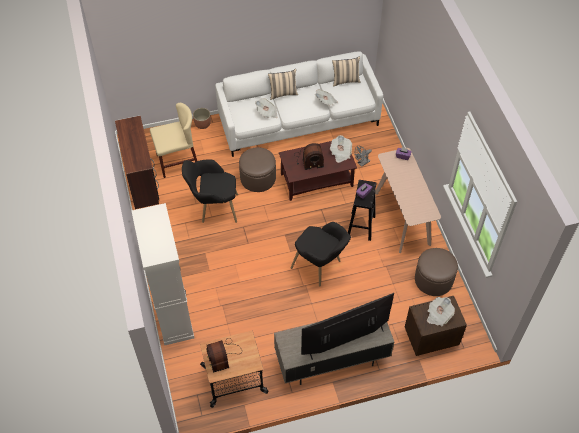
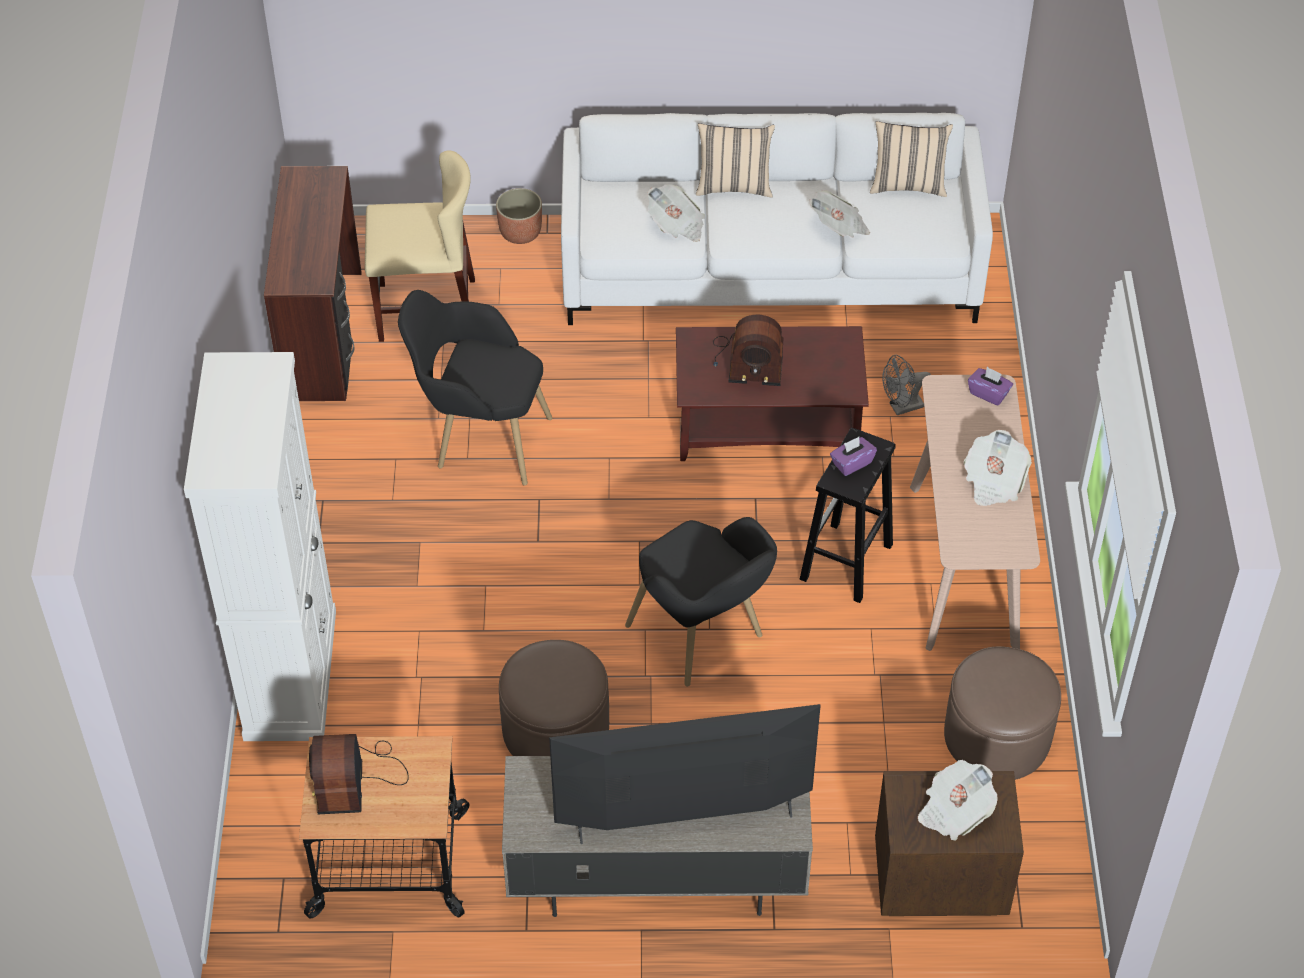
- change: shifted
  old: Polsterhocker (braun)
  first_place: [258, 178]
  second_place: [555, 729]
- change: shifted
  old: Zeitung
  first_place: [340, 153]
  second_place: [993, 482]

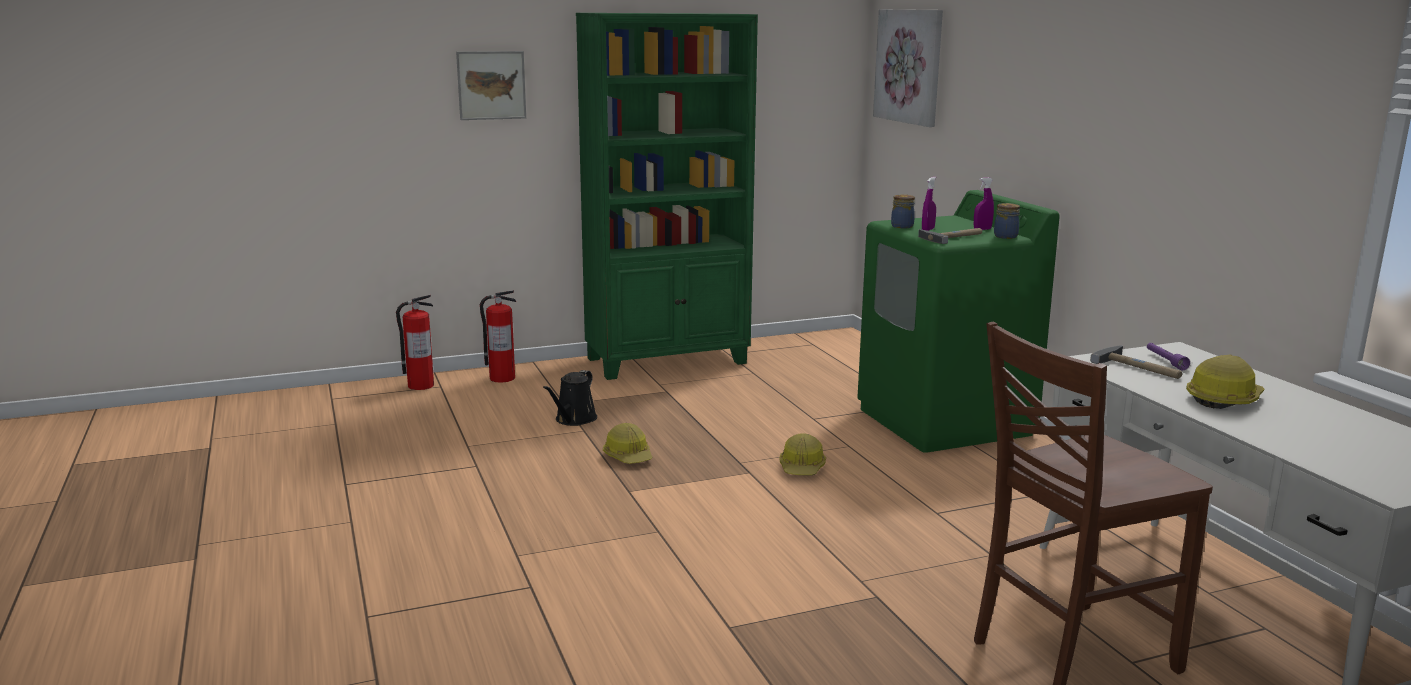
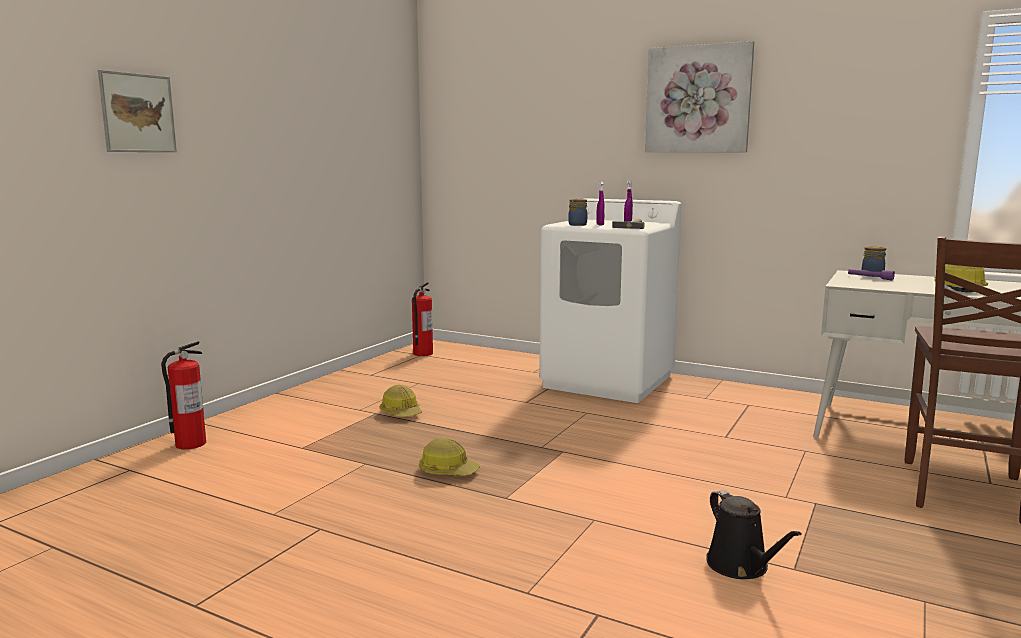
- change: shifted
  old: Schutzhelm
  first_place: [802, 468]
  second_place: [401, 412]
- change: shifted
  old: Feuerlöscher
  first_place: [420, 385]
  second_place: [422, 353]
- change: repainted
  old: Waschmaschine (grün)
  new: Waschmaschine (weiß)
  first_place: [944, 422]
  second_place: [608, 381]
- change: shifted
  old: Bild
  first_place: [909, 66]
  second_place: [698, 99]
- change: shifted
  old: Gießkanne (schwarz)
  first_place: [574, 420]
  second_place: [741, 566]
- change: shifted
  old: Vorratsglas
  first_place: [1006, 236]
  second_place: [872, 275]
- change: gone
  old: Bücherregal (grün)
  first_place: [668, 361]
- change: gone
  old: Hammer
  first_place: [1140, 368]

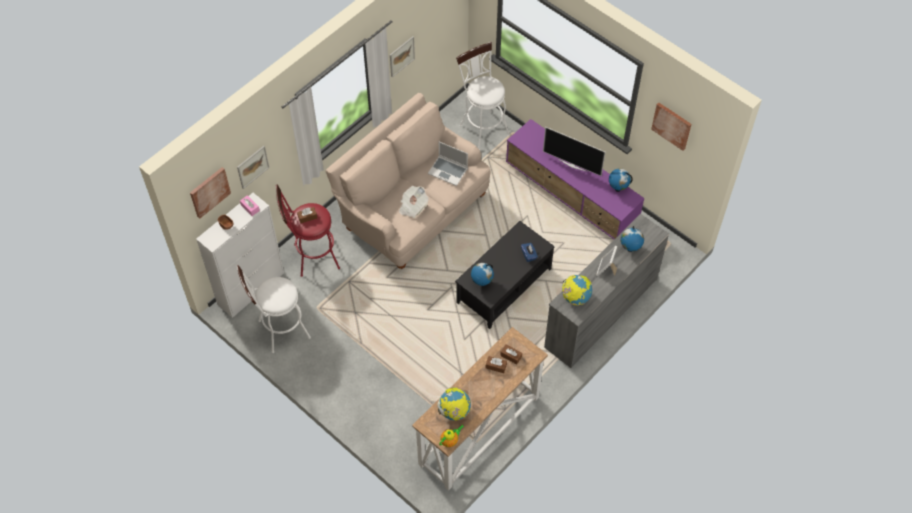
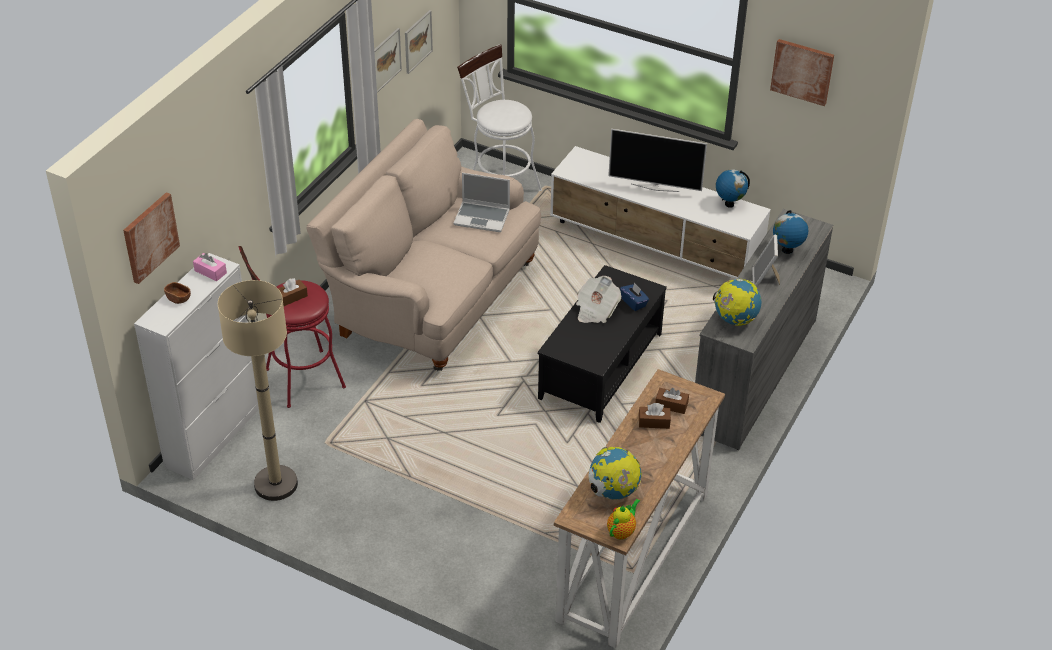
- change: swapped
  old: Hocker (weiß)
  new: Stehlampe (beige)
  first_place: [280, 331]
  second_place: [276, 484]
- change: shifted
  old: Bild
  first_place: [252, 166]
  second_place: [418, 41]
- change: repainted
  old: Fernsehschrank (lila)
  new: Fernsehschrank (weiß)
  first_place: [571, 197]
  second_place: [655, 246]
- change: shifted
  old: Zeitung
  first_place: [412, 206]
  second_place: [596, 310]
- change: gone
  old: Globus
  first_place: [481, 282]

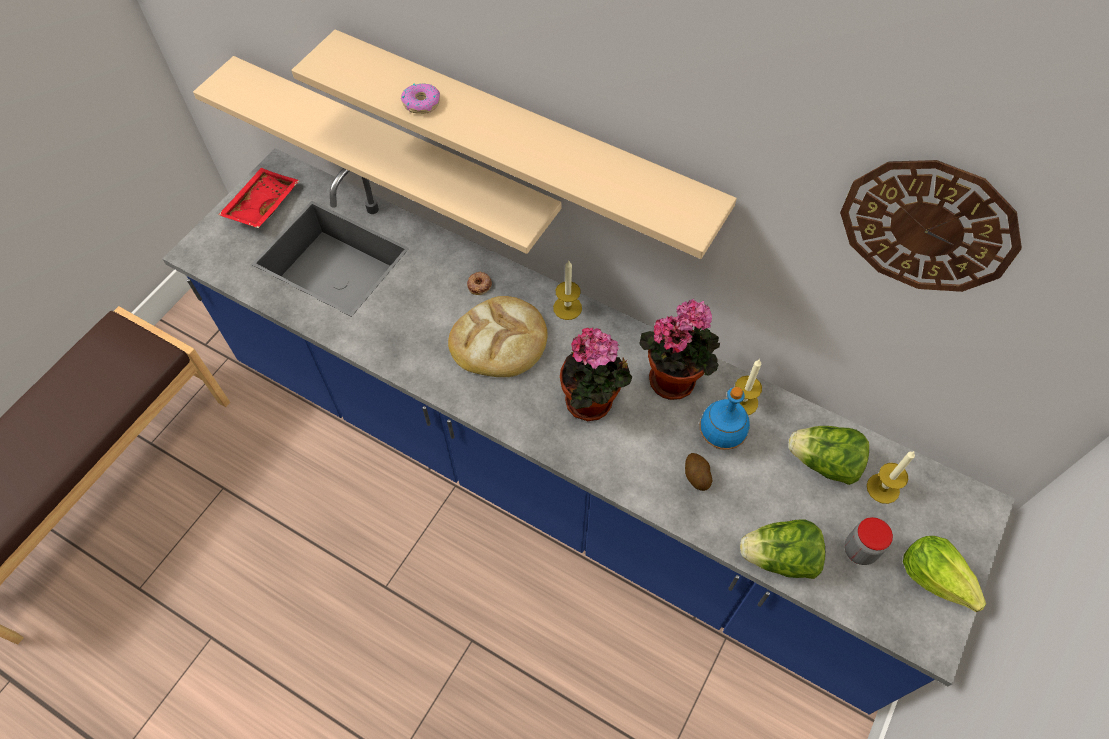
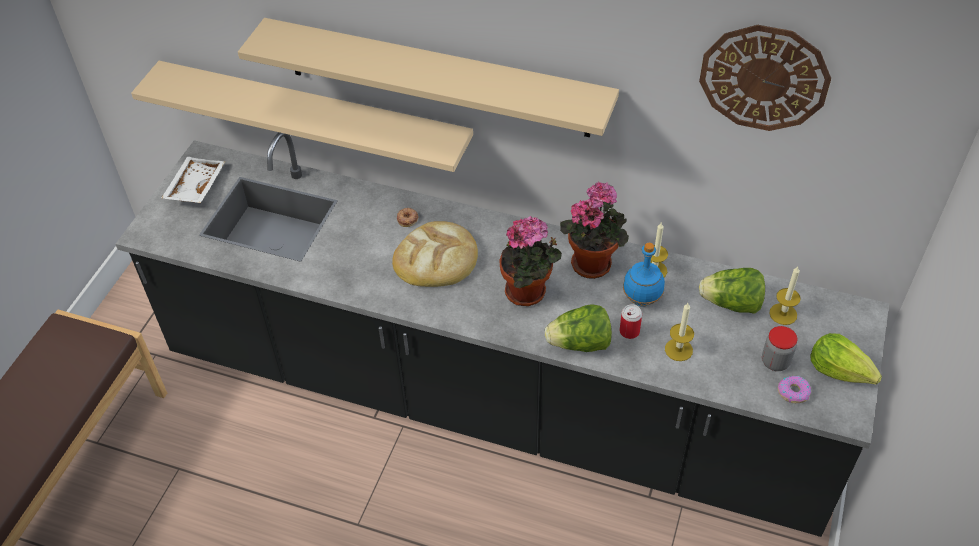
- change: repainted
  old: Küchenzeile (blau)
  new: Küchenzeile (schwarz)
  first_place: [554, 474]
  second_place: [493, 400]
- change: repainted
  old: Tablett (rot)
  new: Tablett (weiß)
  first_place: [261, 204]
  second_place: [194, 186]
- change: shifted
  old: Salatkopf
  first_place: [779, 558]
  second_place: [579, 344]
- change: swapped
  old: Kartoffel
  new: Dose
  first_place: [696, 476]
  second_place: [629, 331]
- change: shifted
  old: Kerze
  first_place: [567, 308]
  second_place: [678, 349]
- change: shifted
  old: Donut
  first_place: [421, 103]
  second_place: [793, 392]

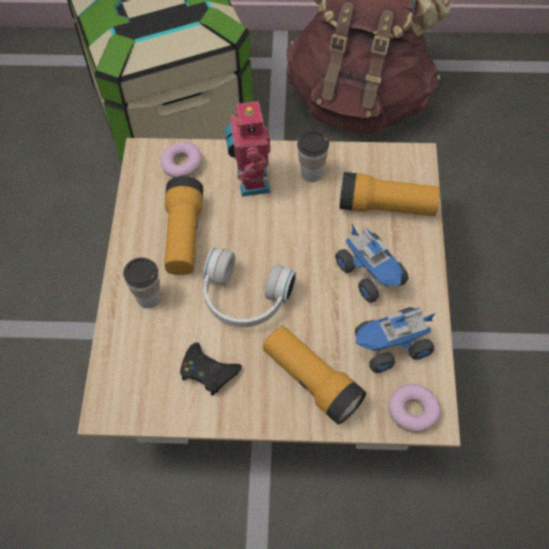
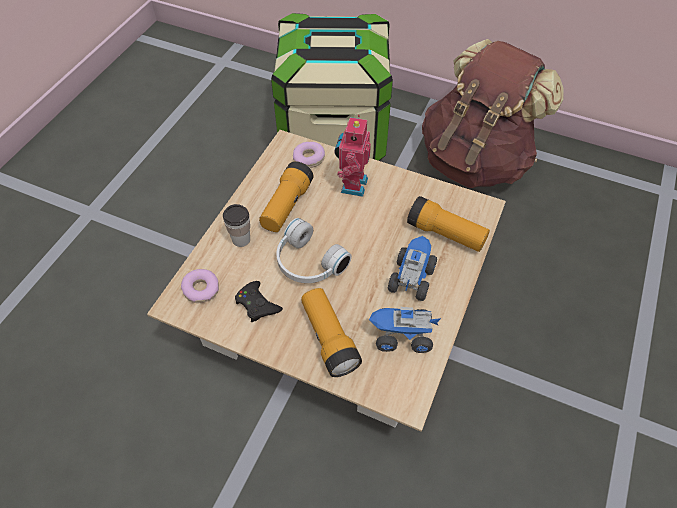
- change: shifted
  old: Donut
  first_place: [412, 411]
  second_place: [201, 289]
- change: rotated
  old: Spielzeuglaster
  first_place: [371, 274]
  second_place: [411, 278]
  degrees: -150
- change: gone
  old: Tasse
  first_place: [312, 173]

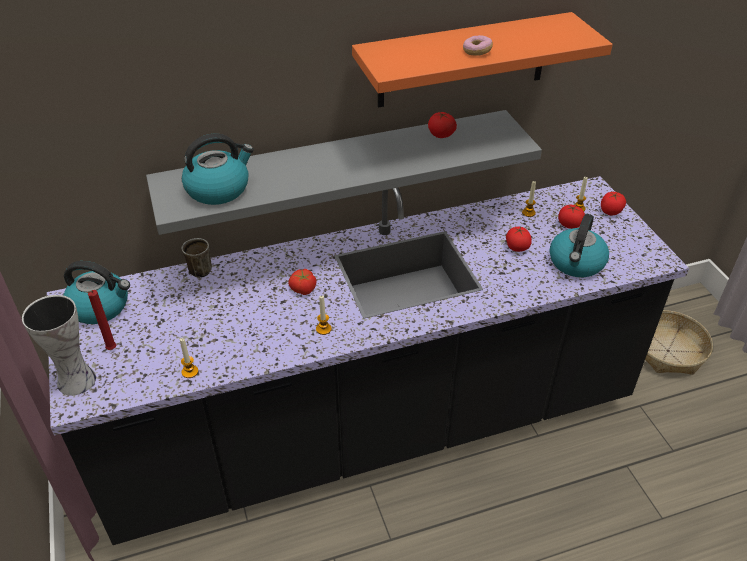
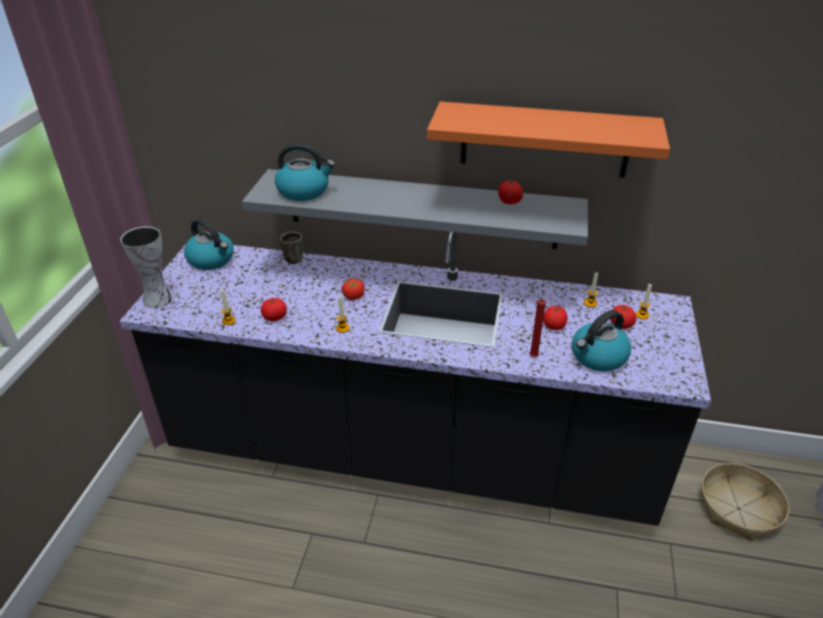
- change: shifted
  old: Tomate
  first_place: [610, 211]
  second_place: [275, 317]
- change: shifted
  old: Kerze (rot)
  first_place: [111, 350]
  second_place: [532, 357]
- change: gone
  old: Donut
  first_place: [477, 51]

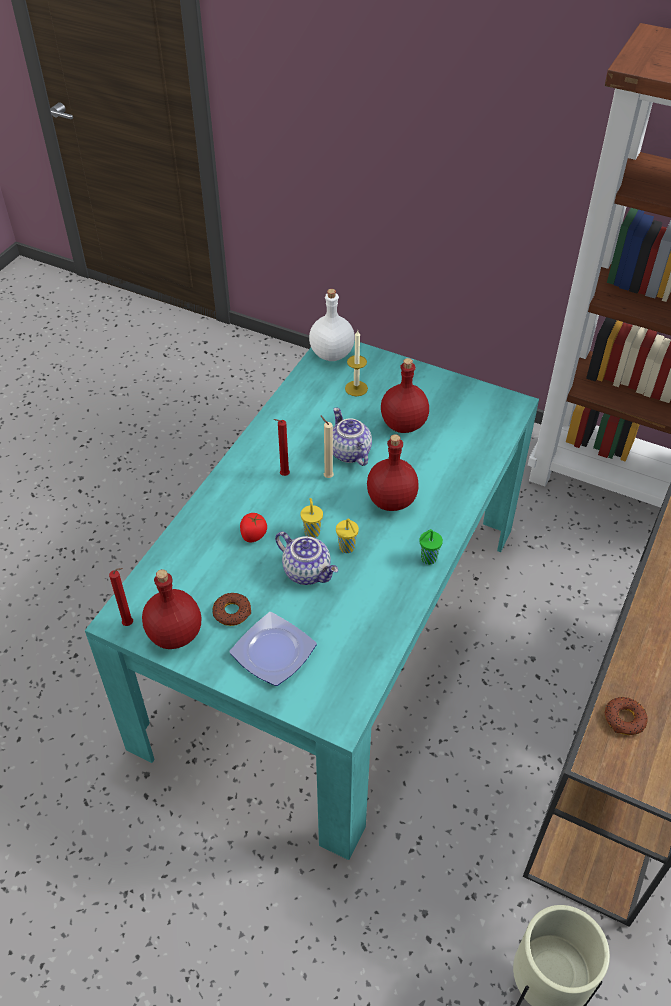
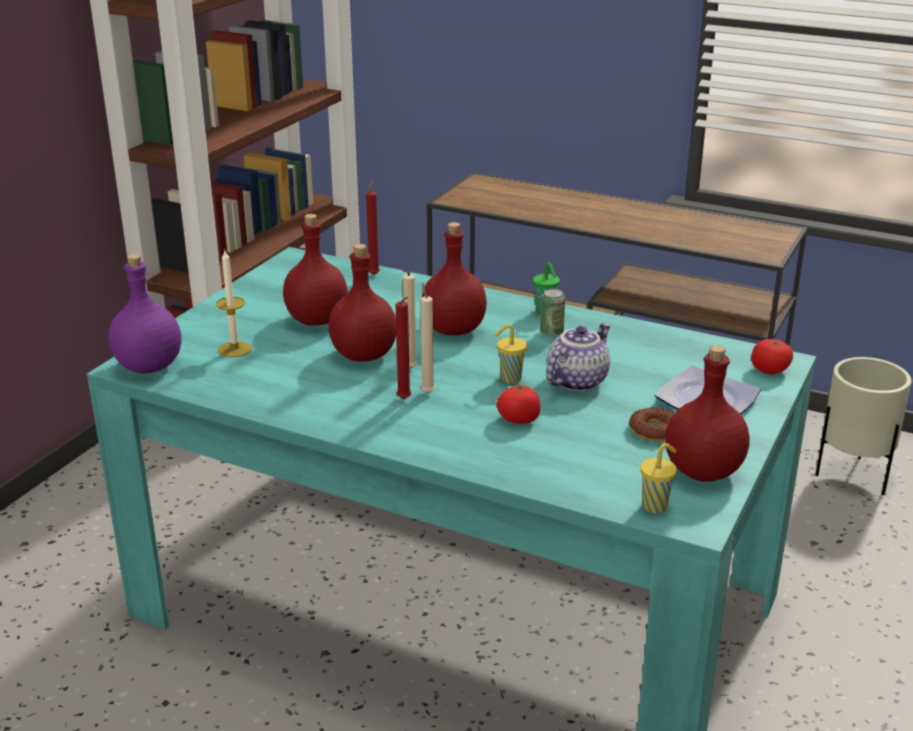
- change: repainted
  old: Flasche (weiß)
  new: Flasche (lila)
  first_place: [331, 354]
  second_place: [149, 367]
- change: swapped
  old: Teekanne
  new: Flasche (rot)
  first_place: [348, 452]
  second_place: [365, 355]
- change: shifted
  old: Kerze (rot)
  first_place: [130, 624]
  second_place: [374, 274]
- change: new
  new: Kerze (beige)
  second_place: [427, 392]
- change: new
  new: Dose
  second_place: [551, 333]
- change: shifted
  old: Tasse (gelb)
  first_place: [347, 548]
  second_place: [656, 506]
- change: new
  new: Tomate
  second_place: [770, 370]
- change: gone
  old: Donut
  first_place: [624, 719]

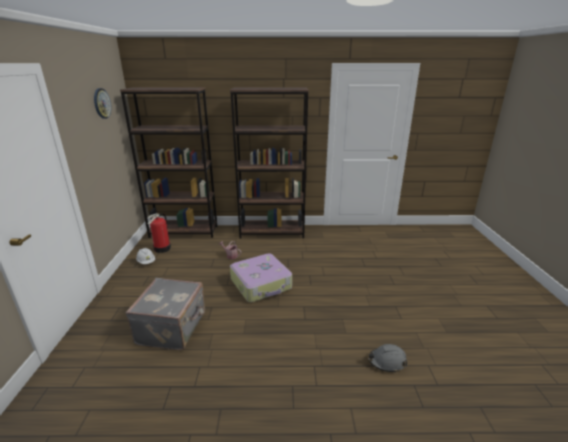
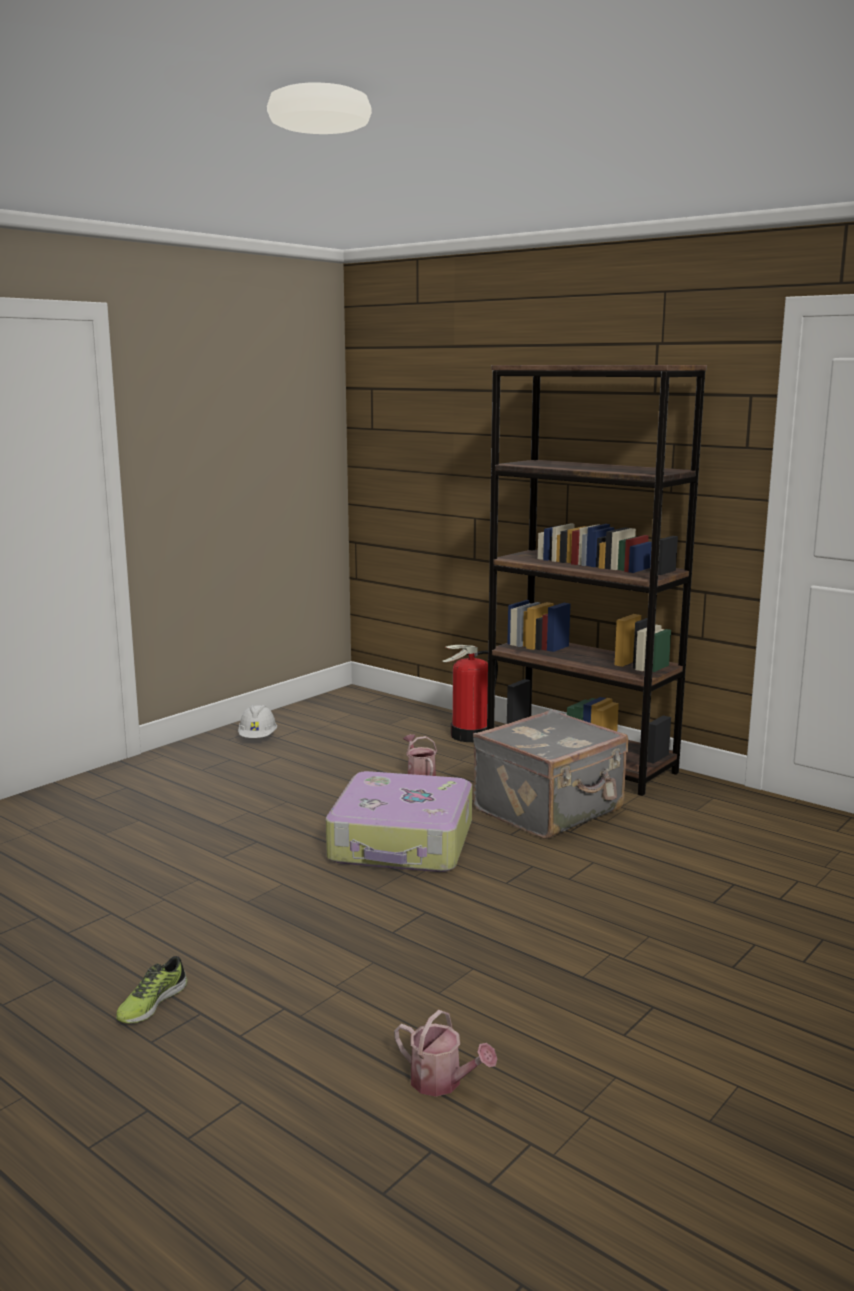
- change: new
  new: Schuh
  second_place: [151, 1003]
- change: swapped
  old: Schutzhelm (grau)
  new: Gießkanne
  first_place: [387, 361]
  second_place: [442, 1082]
- change: shifted
  old: Feuerlöscher
  first_place: [162, 248]
  second_place: [470, 735]
- change: shifted
  old: Koffer (grau)
  first_place: [173, 328]
  second_place: [550, 810]
- change: gone
  old: Wanduhr
  first_place: [101, 103]
- change: gone
  old: Bücherregal (braun)
  first_place: [184, 231]

